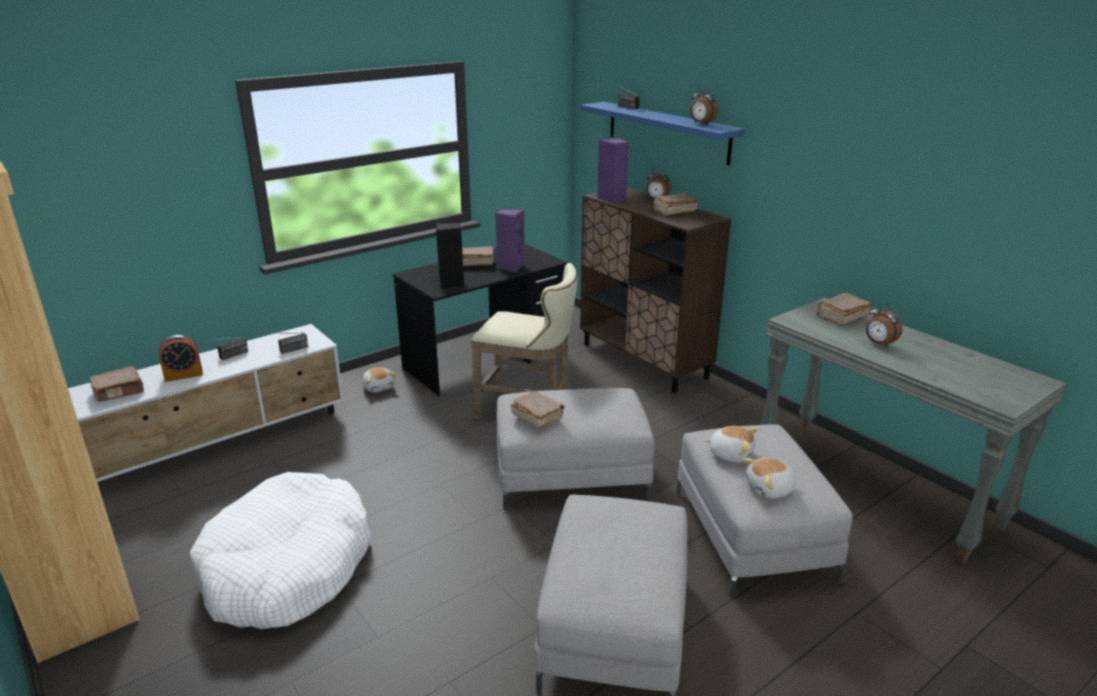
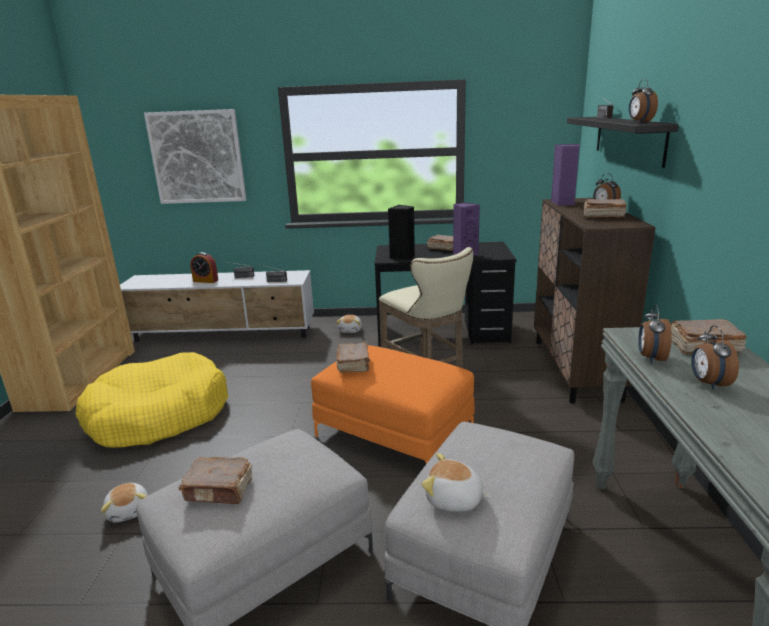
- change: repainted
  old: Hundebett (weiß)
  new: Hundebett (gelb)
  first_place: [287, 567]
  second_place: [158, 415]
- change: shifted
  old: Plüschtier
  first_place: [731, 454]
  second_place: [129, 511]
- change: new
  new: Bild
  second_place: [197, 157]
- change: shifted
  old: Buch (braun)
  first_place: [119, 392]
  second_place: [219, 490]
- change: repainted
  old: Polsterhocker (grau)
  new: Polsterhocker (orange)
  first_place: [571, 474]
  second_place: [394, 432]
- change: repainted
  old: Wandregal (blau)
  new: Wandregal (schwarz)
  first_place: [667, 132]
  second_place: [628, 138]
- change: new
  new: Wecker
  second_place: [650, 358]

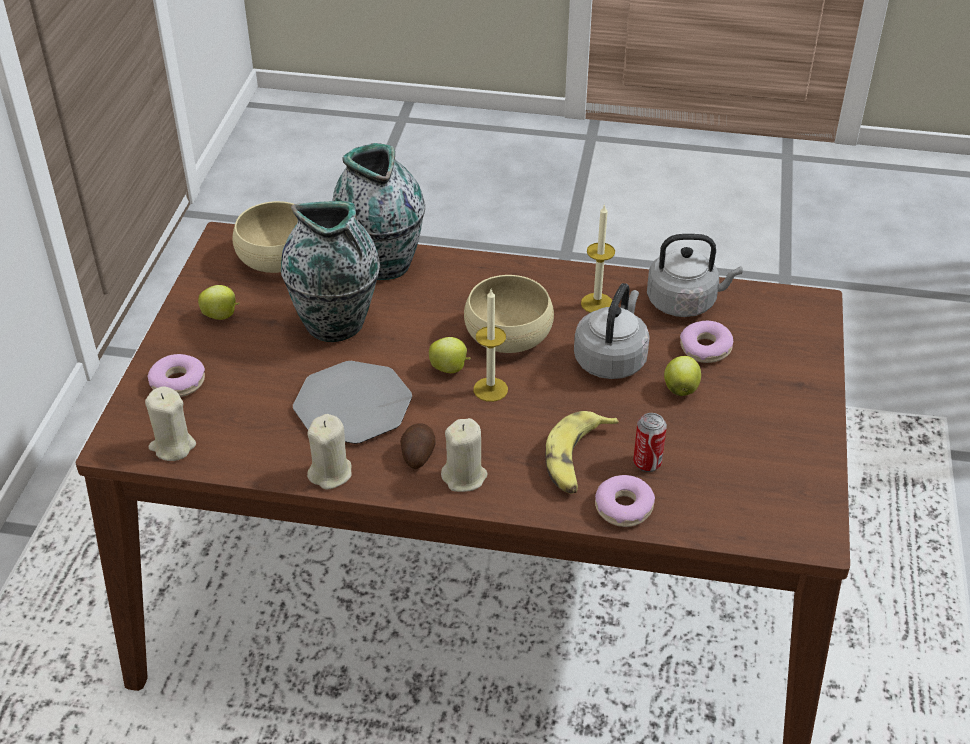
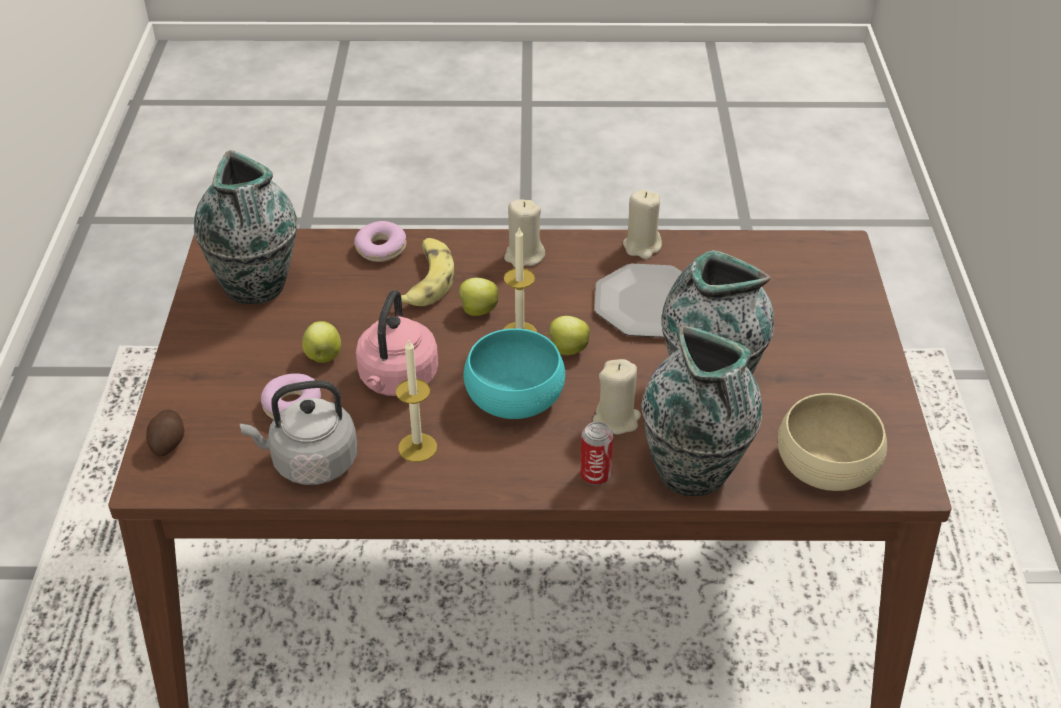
- change: shifted
  old: Kartoffel
  first_place: [417, 454]
  second_place: [169, 442]
- change: new
  new: Vase
  second_place: [256, 287]
- change: repainted
  old: Wasserkessel (grau)
  new: Wasserkessel (rosa)
  first_place: [611, 359]
  second_place: [397, 380]
- change: shifted
  old: Apfel
  first_place: [221, 316]
  second_place: [477, 311]
- change: repainted
  old: Schüssel (beige)
  new: Schüssel (türkis)
  first_place: [508, 334]
  second_place: [514, 395]
- change: shifted
  old: Dose
  first_place: [647, 463]
  second_place: [595, 475]
- change: shifted
  old: Kerze (beige)
  first_place: [172, 446]
  second_place: [616, 419]
- change: gone
  old: Donut
  first_place: [178, 382]

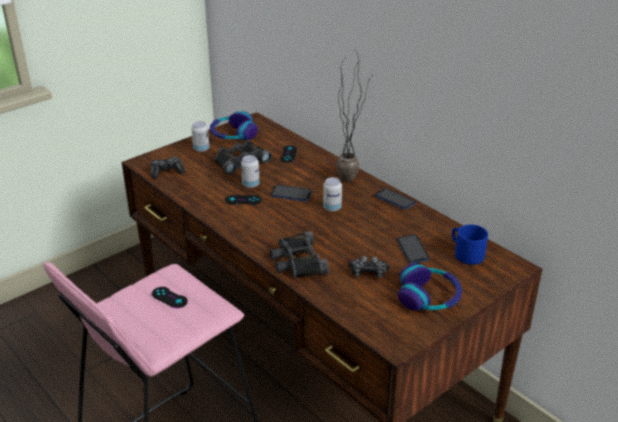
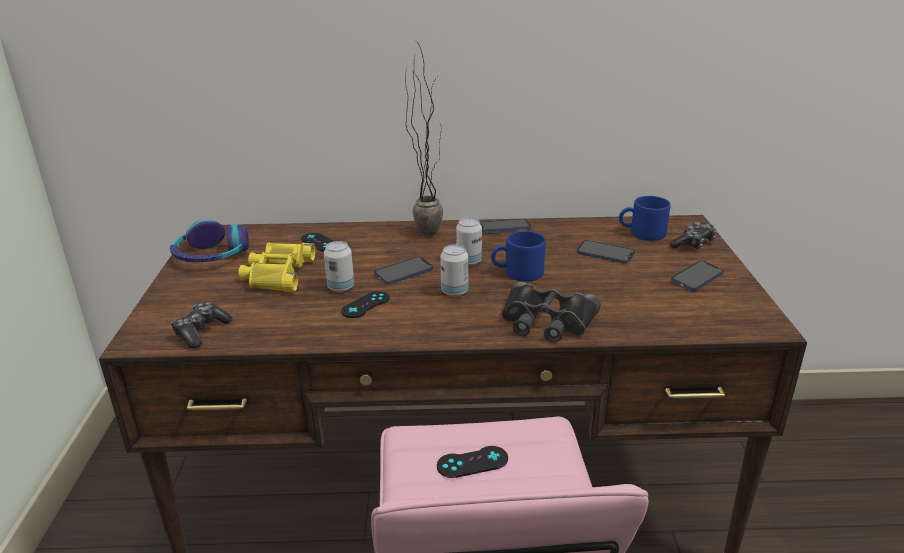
- change: repainted
  old: Fernglas (schwarz)
  new: Fernglas (gelb)
  first_place: [240, 161]
  second_place: [277, 274]
- change: shifted
  old: Dose
  first_place: [201, 149]
  second_place: [454, 291]
- change: new
  new: Henkelbecher (blau)
  second_place: [517, 273]
- change: shifted
  old: Gamepad
  first_place: [368, 273]
  second_place: [693, 244]
- change: swapped
  old: Kopfhörer
  new: Handy
  first_place: [429, 297]
  second_place: [697, 277]

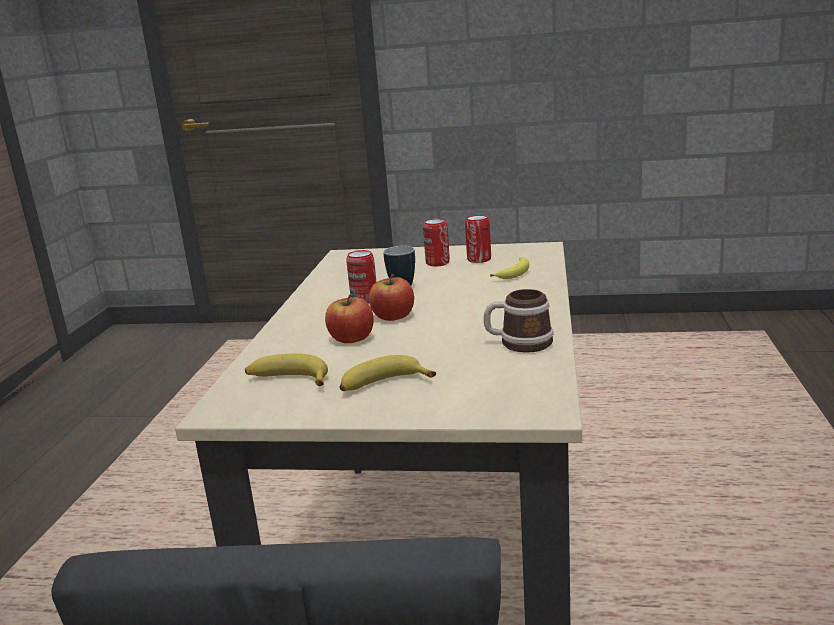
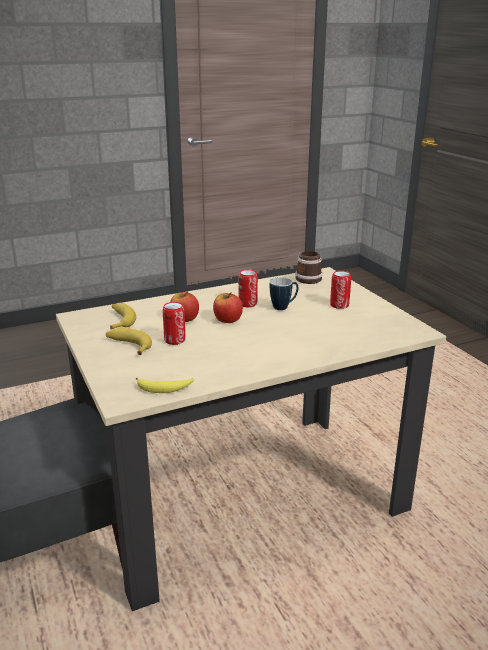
- change: shifted
  old: Banane
  first_place: [514, 273]
  second_place: [164, 388]
- change: shifted
  old: Dose
  first_place: [479, 259]
  second_place: [175, 340]
- change: shifted
  old: Henkelbecher
  first_place: [519, 343]
  second_place: [306, 278]

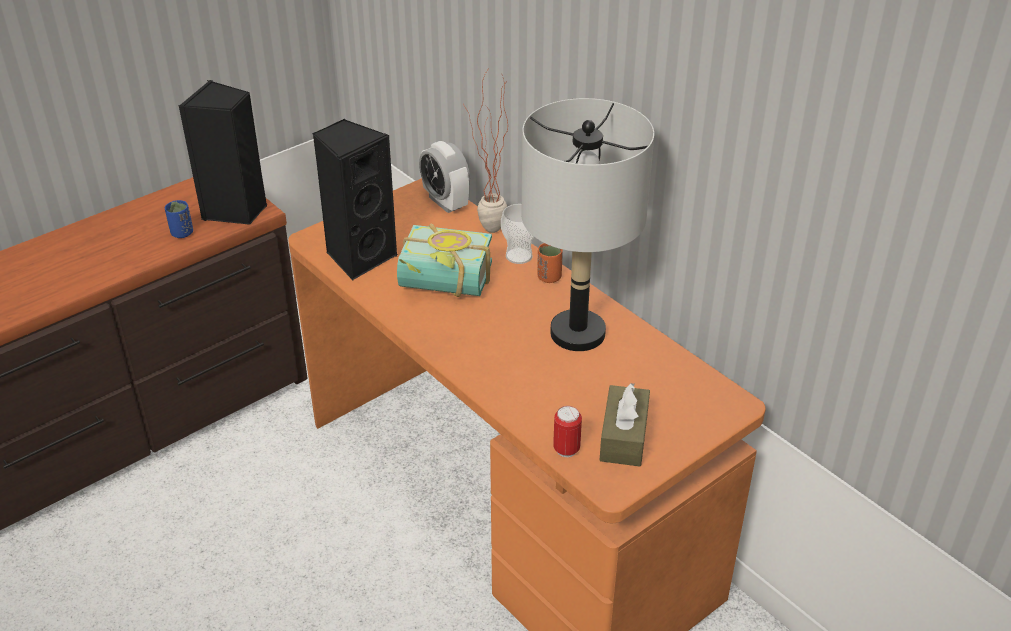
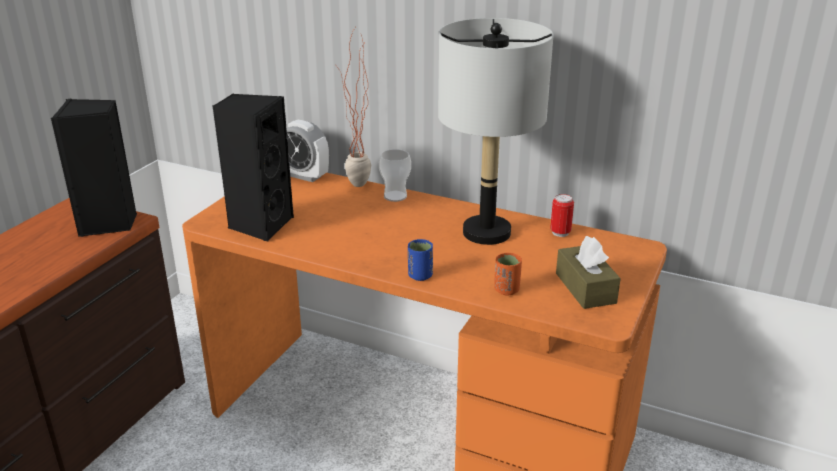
- change: shifted
  old: Tasse (blau)
  first_place: [182, 233]
  second_place: [420, 276]
- change: shifted
  old: Tasse (orange)
  first_place: [549, 277]
  second_place: [506, 290]
- change: shifted
  old: Dose
  first_place: [566, 449]
  second_place: [560, 233]
- change: gone
  old: Buch
  first_place: [443, 286]

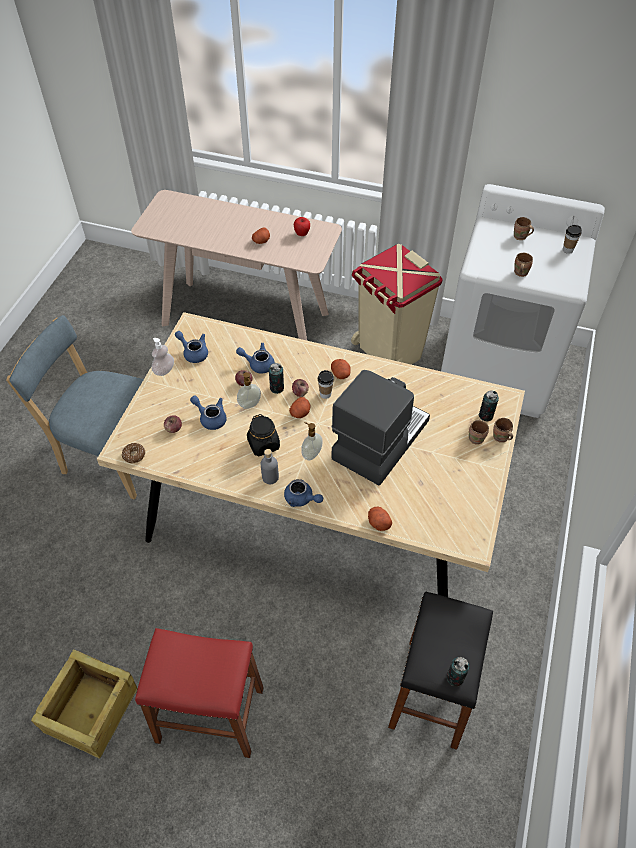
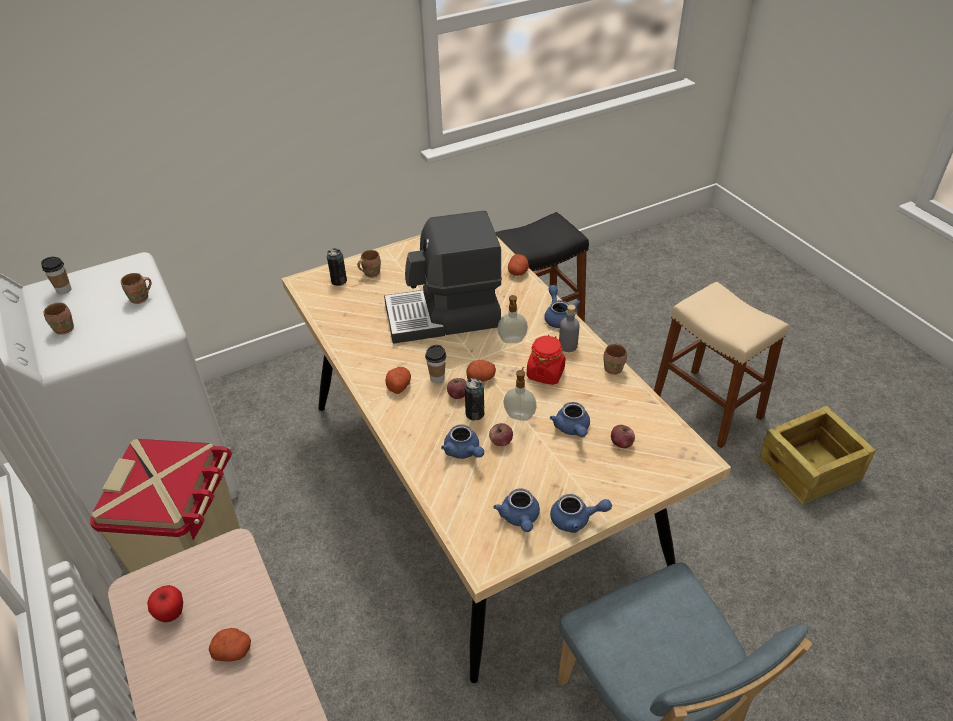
- change: repainted
  old: Vorratsglas (schwarz)
  new: Vorratsglas (rot)
  first_place: [263, 444]
  second_place: [545, 373]
- change: swapped
  old: Seifenspender
  new: Teekanne (blau)
  first_place: [164, 370]
  second_place: [576, 520]
- change: shifted
  old: Henkelbecher (braun)
  first_place: [500, 438]
  second_place: [614, 368]
- change: repainted
  old: Hocker (rot)
  new: Hocker (beige)
  first_place: [210, 714]
  second_place: [707, 407]
- change: gone
  old: Donut
  first_place: [134, 455]
- change: gone
  old: Dose
  first_place: [455, 678]

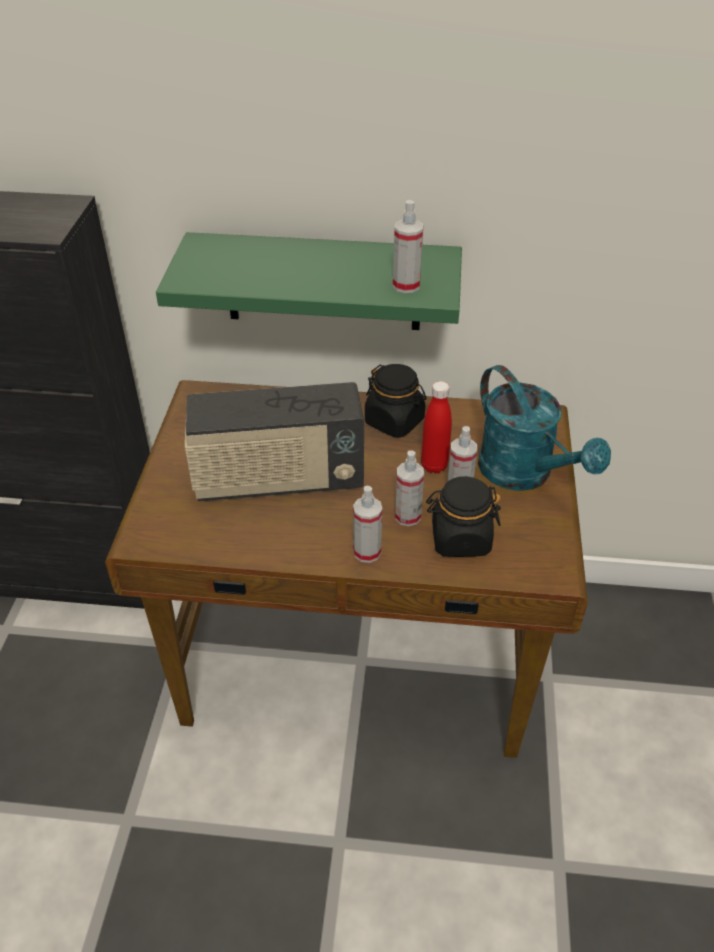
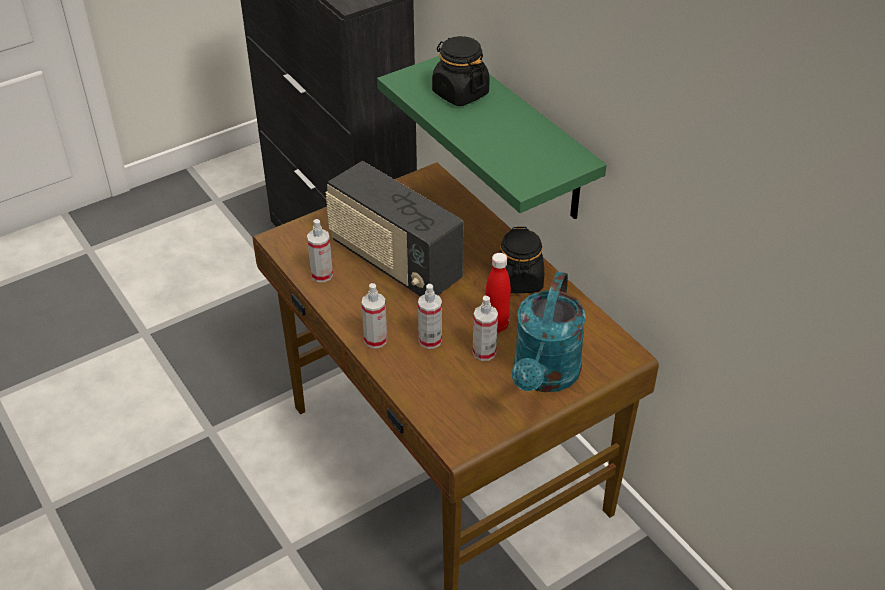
- change: shifted
  old: Sprühflasche
  first_place: [406, 285]
  second_place: [322, 275]
- change: shifted
  old: Vorratsglas (schwarz)
  first_place: [460, 539]
  second_place: [460, 93]

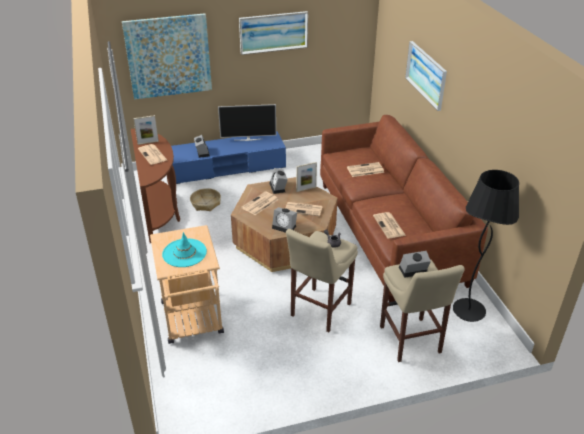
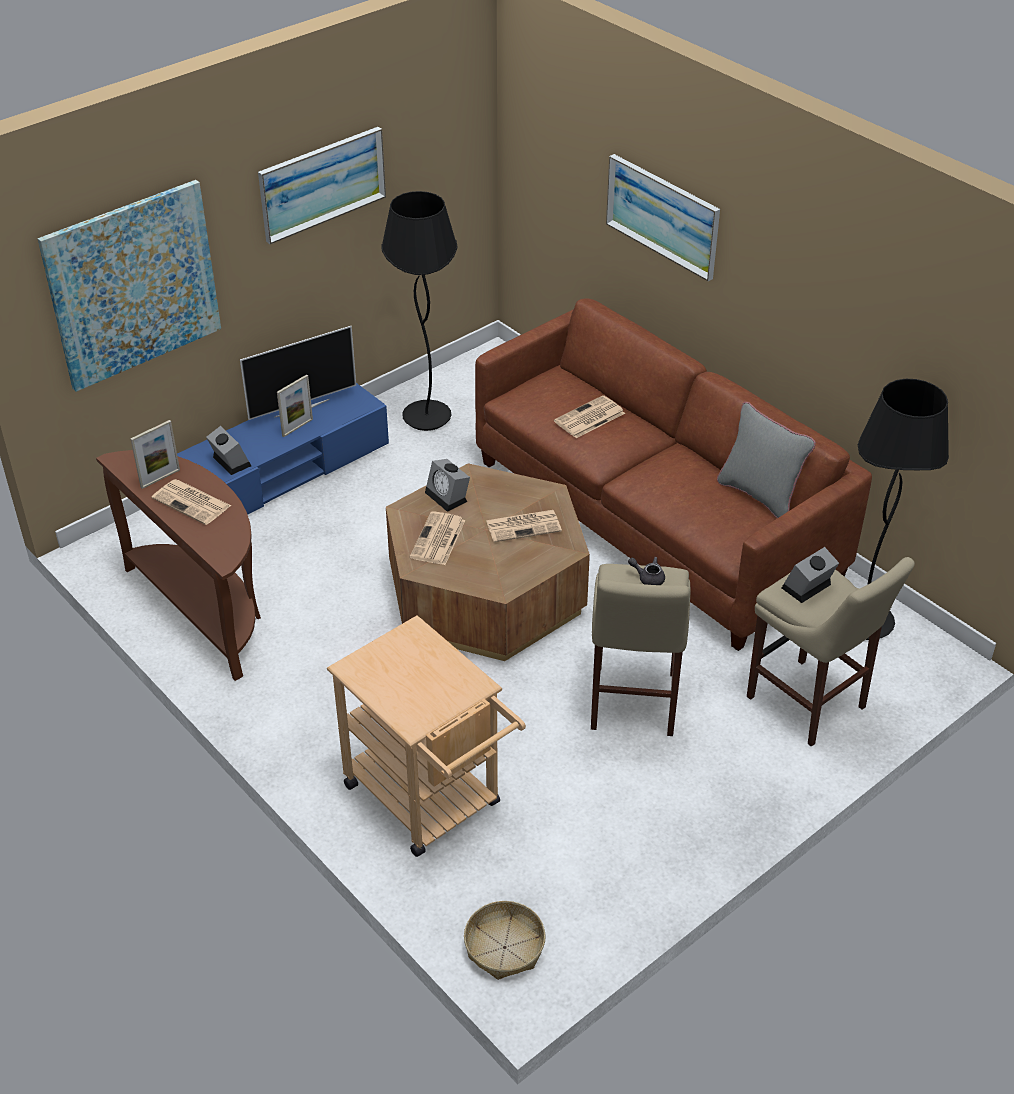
- change: shifted
  old: Bilderrahmen
  first_place: [306, 189]
  second_place: [297, 427]
- change: new
  new: Stehlampe (schwarz)
  second_place: [426, 417]
- change: shifted
  old: Korb
  first_place: [205, 203]
  second_place: [504, 947]
- change: new
  new: Kissen (grau)
  second_place: [759, 495]
- change: gone
  old: Hut (türkis)
  first_place: [184, 253]
- change: gone
  old: Wecker
  first_place: [285, 227]
- change: gone
  old: Zeitung
  first_place: [389, 226]

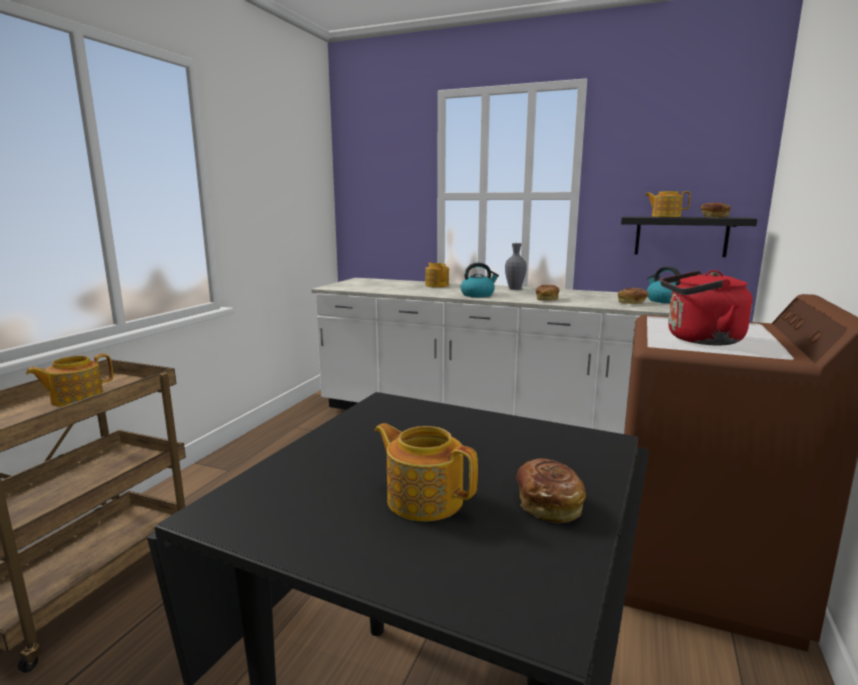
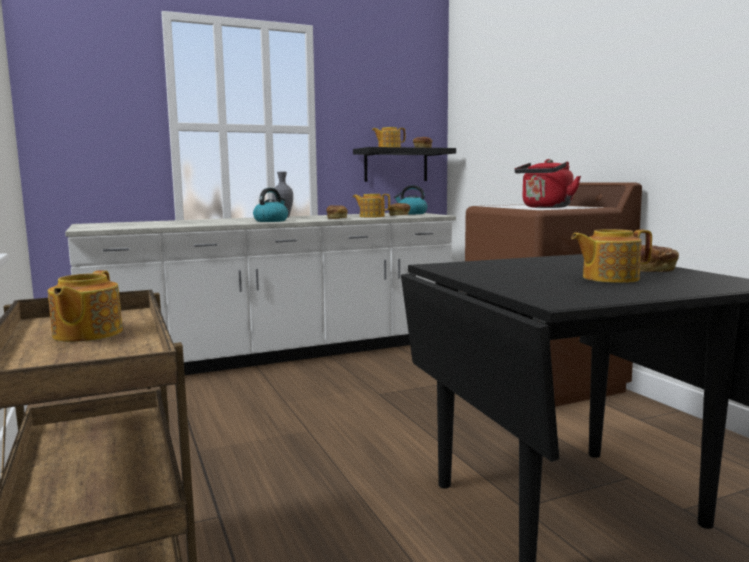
- change: shifted
  old: Teekanne
  first_place: [437, 285]
  second_place: [371, 216]

